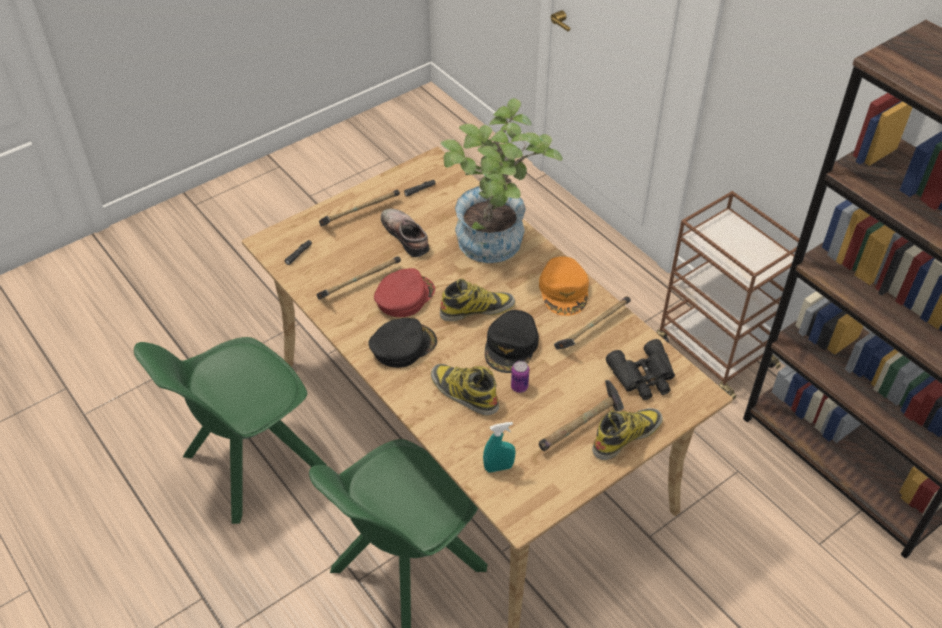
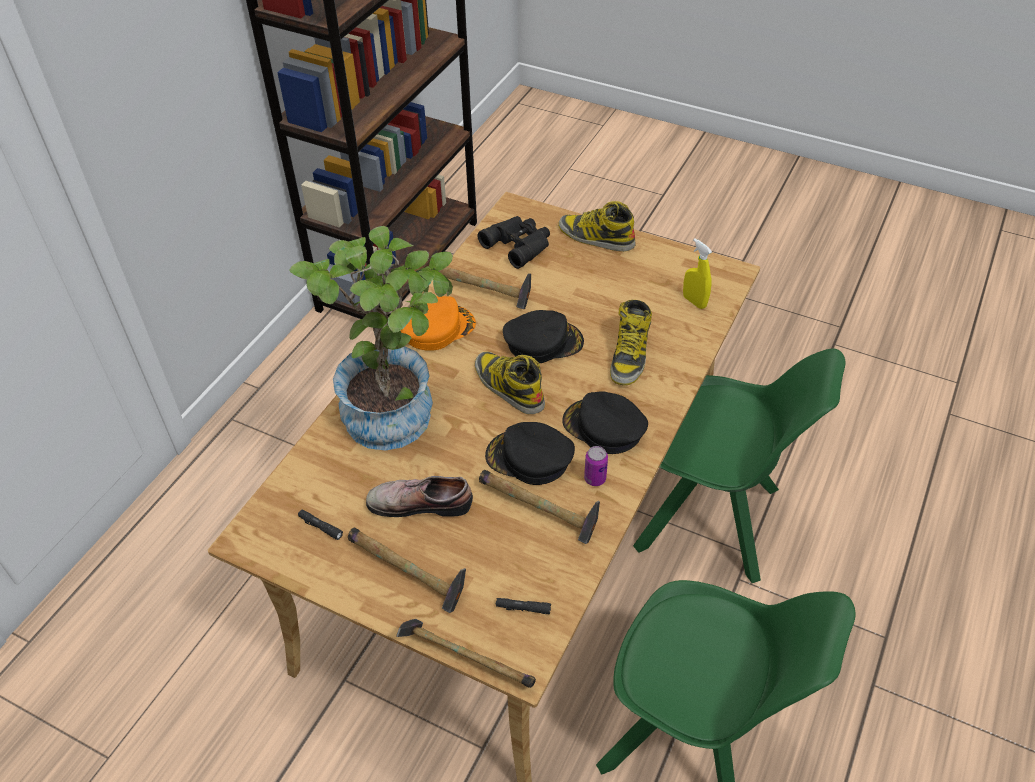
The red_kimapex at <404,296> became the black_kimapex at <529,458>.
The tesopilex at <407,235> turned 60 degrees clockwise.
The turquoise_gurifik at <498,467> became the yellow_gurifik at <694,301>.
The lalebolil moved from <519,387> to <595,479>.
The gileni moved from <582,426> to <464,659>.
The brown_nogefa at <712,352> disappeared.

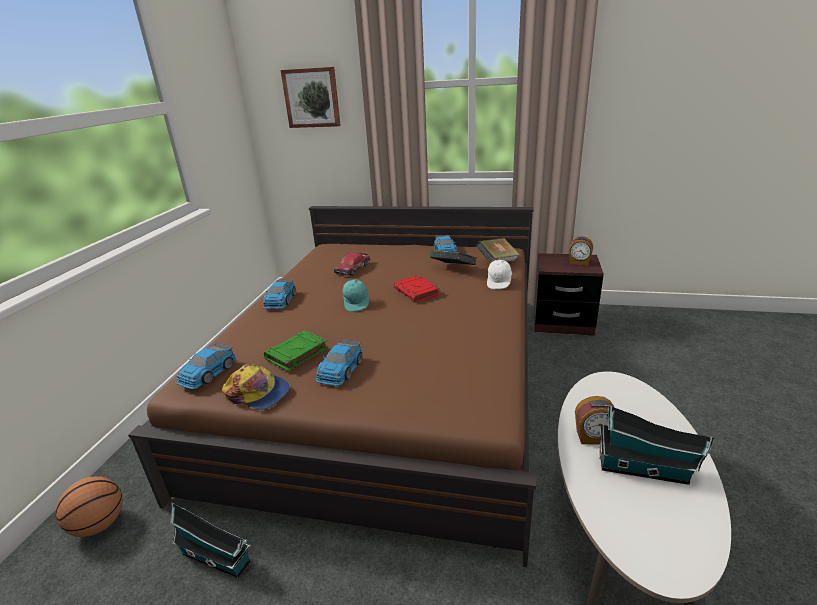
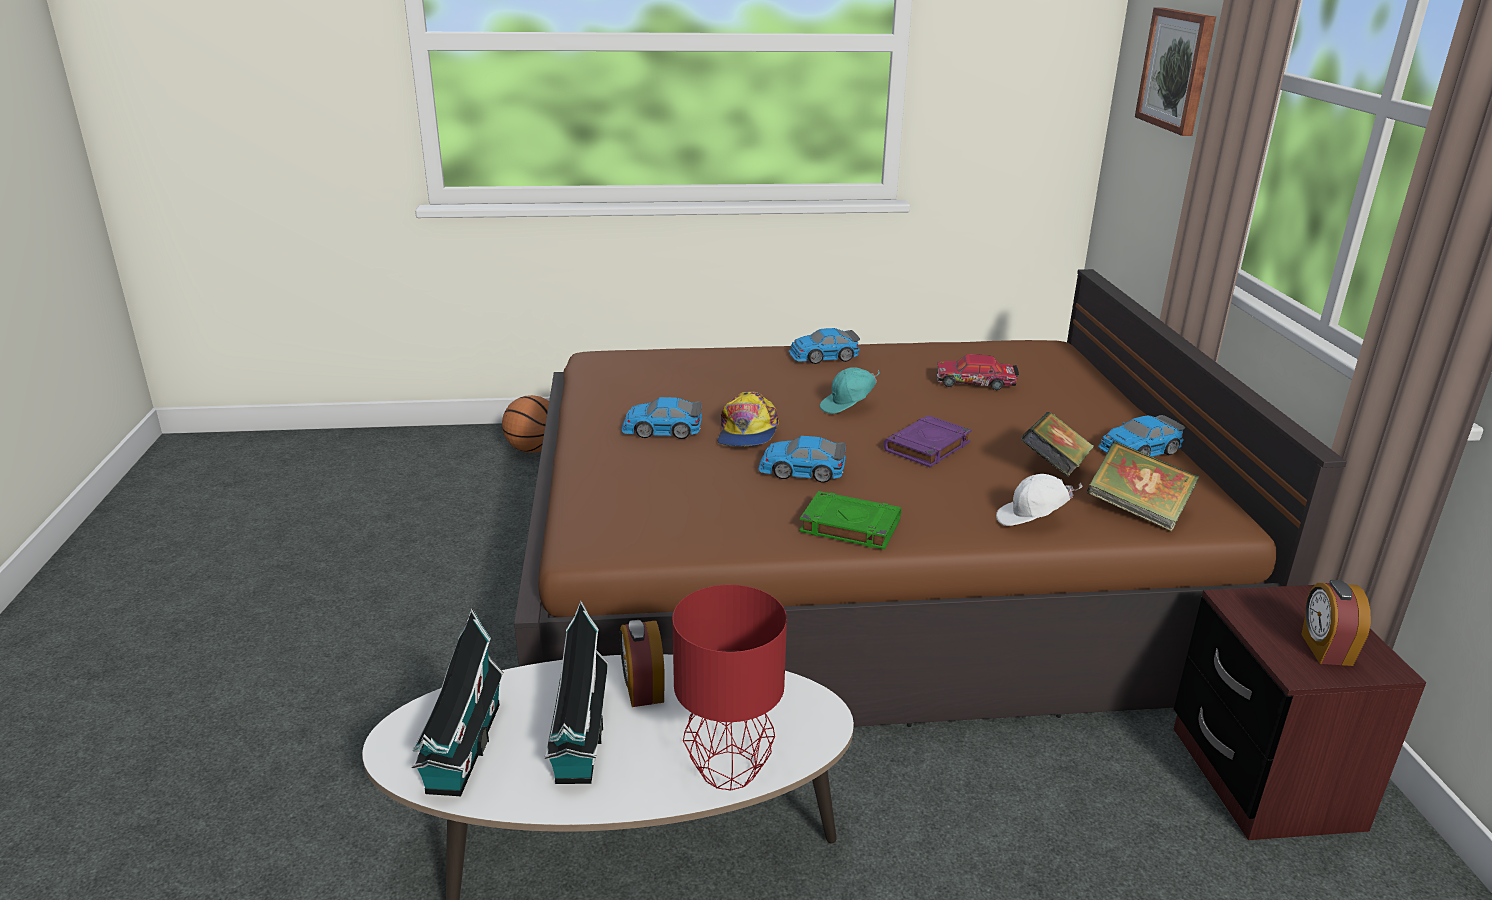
The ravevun moved from <218,559> to <462,751>.
The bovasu moved from <207,373> to <801,470>.
The kimapex moved from <258,393> to <747,432>.
The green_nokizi moved from <296,354> to <848,526>.
The red_nokizi at <417,292> became the purple_nokizi at <927,447>.
The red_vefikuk at <728,769> appeared.

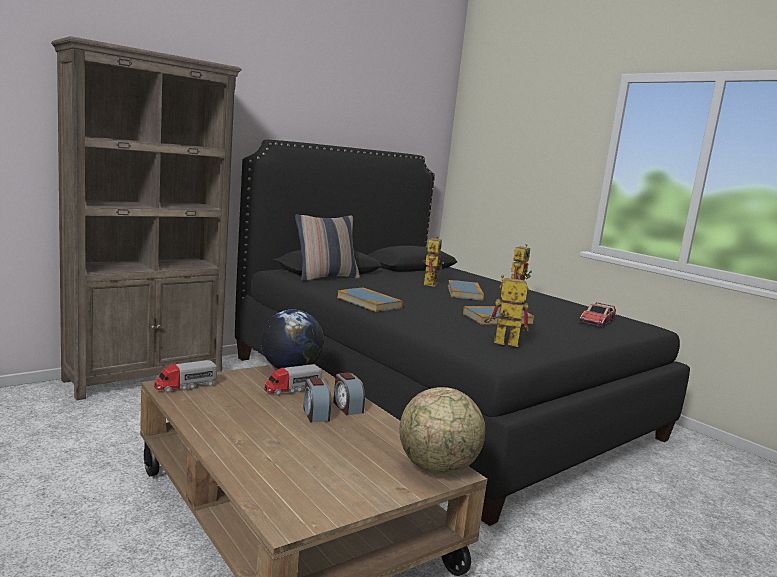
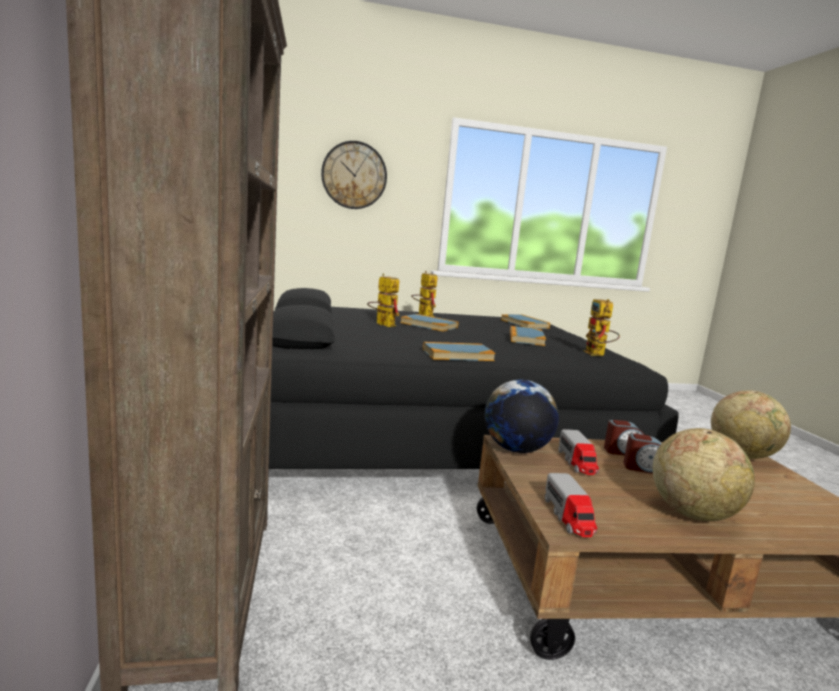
The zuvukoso at <326,277> disappeared.
The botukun at <499,343> turned 45 degrees counterclockwise.
The bovasu at <596,321> was replaced by the nokizi at <524,324>.
The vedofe at <354,175> appeared.
The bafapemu at <692,513> appeared.

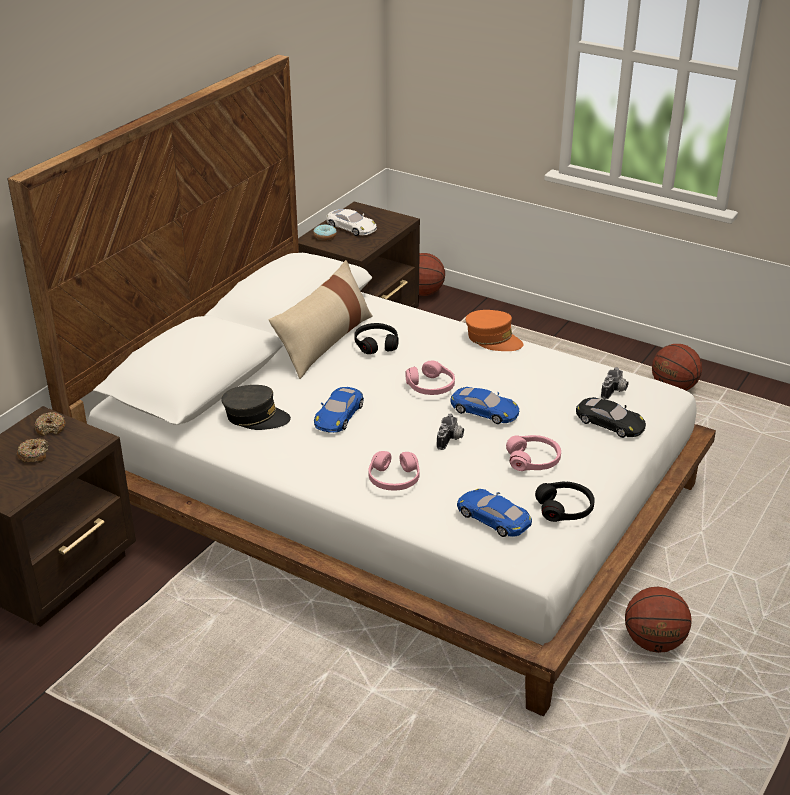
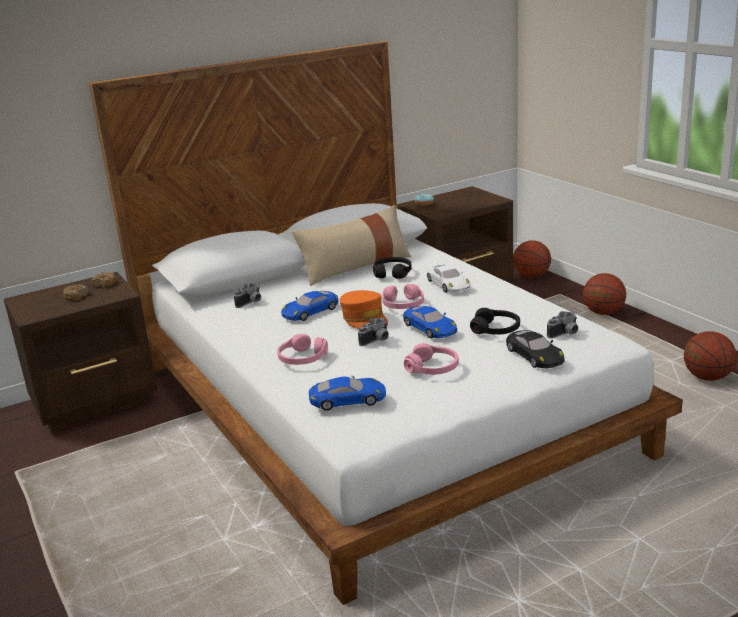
The grey_kimapex at <255,417> was replaced by the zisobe at <251,303>.
The white_bovasu moved from <351,227> to <448,284>.
The blue_bovasu at <493,518> turned 105 degrees clockwise.
The orange_kimapex moved from <493,339> to <365,319>.
The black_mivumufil moved from <565,508> to <495,329>.
The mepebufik moved from <653,642> to <603,313>.

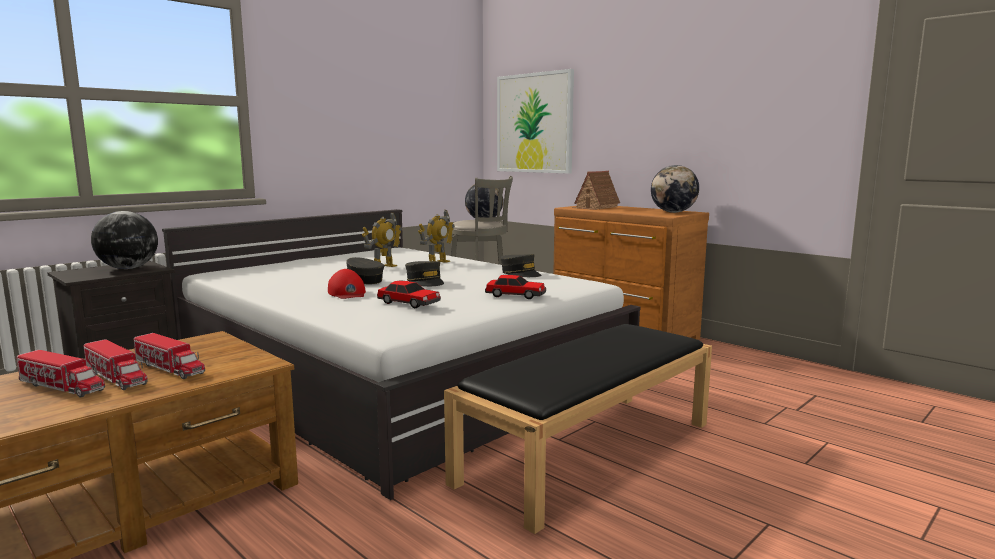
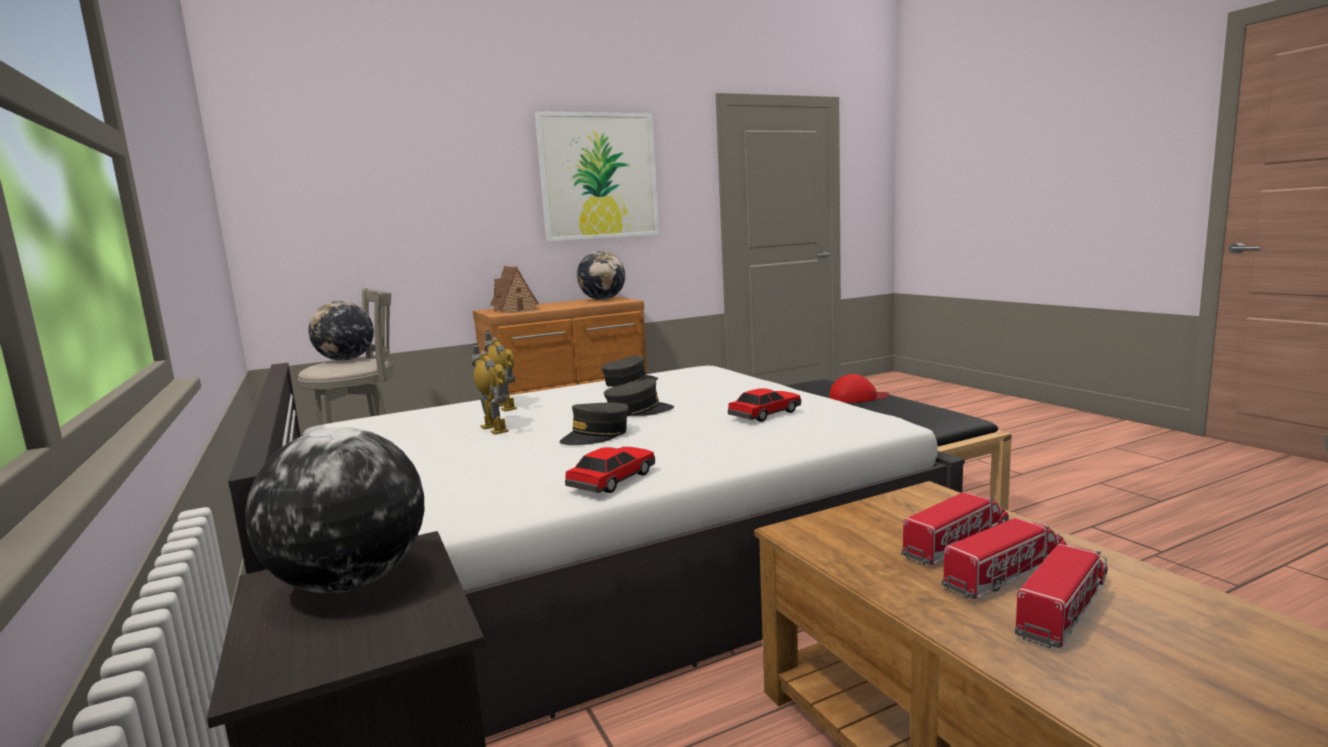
The red_kimapex moved from <347,293> to <857,397>.
The bovasu moved from <516,295> to <613,480>.
The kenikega moved from <534,123> to <599,176>.

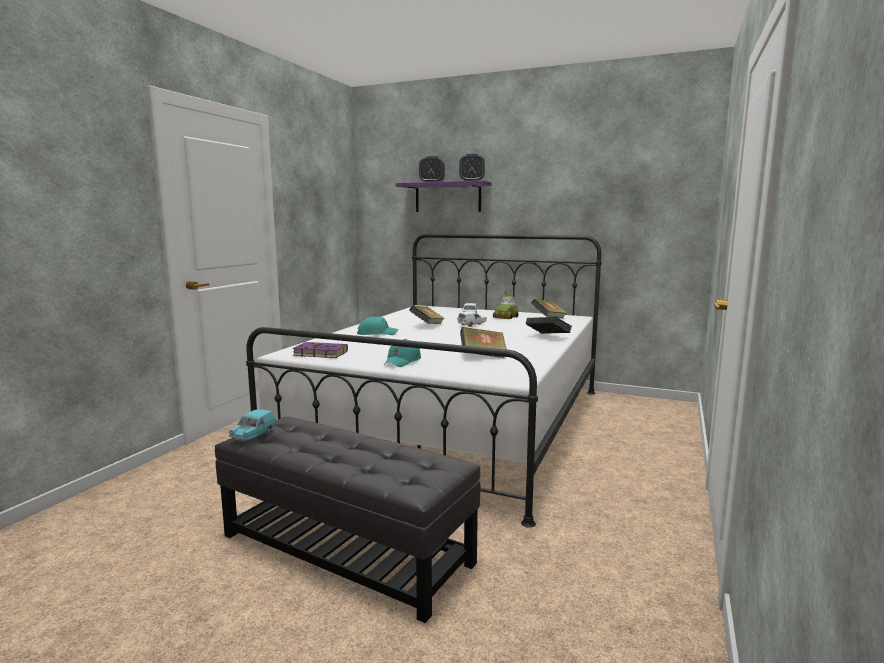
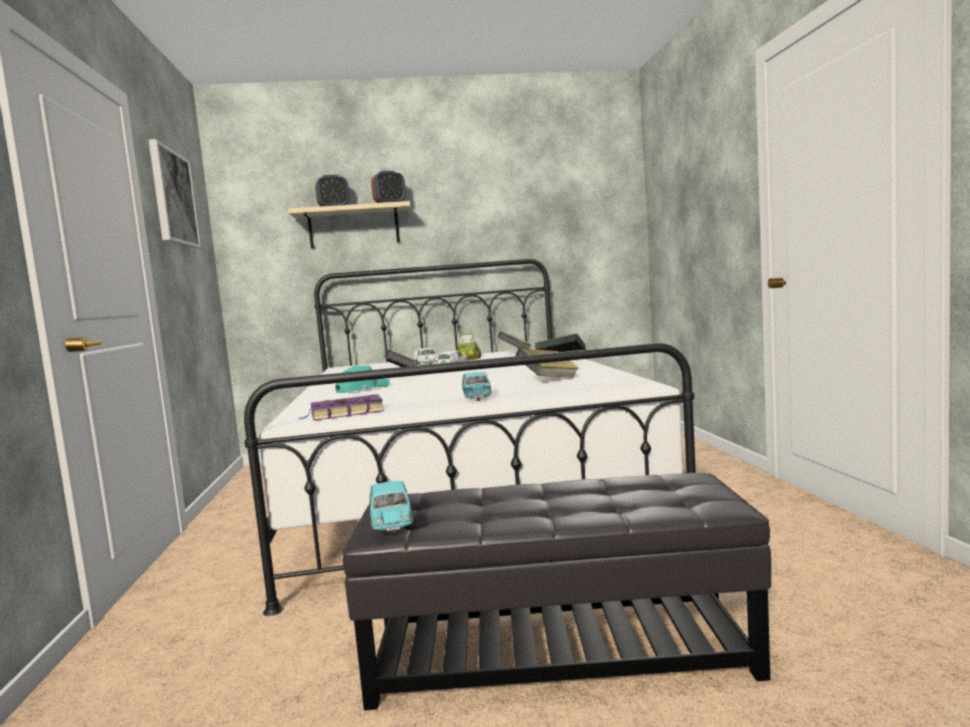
The turquoise_kimapex at <403,361> was replaced by the turquoise_bovasu at <477,398>.
The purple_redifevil at <448,197> became the beige_redifevil at <354,227>.
The kenikega at <173,198> appeared.

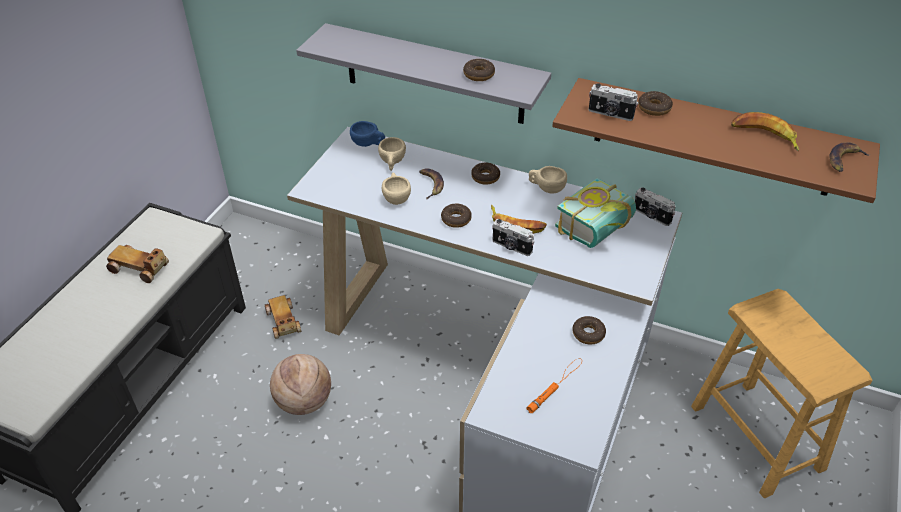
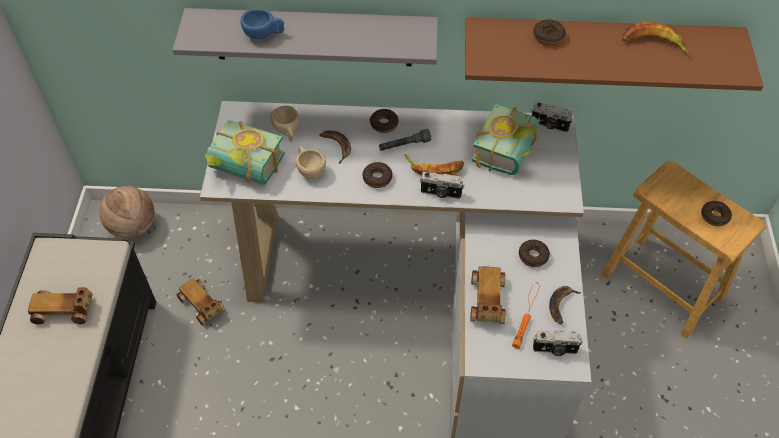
The mepebufik moved from <304,402> to <133,227>.
The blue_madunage moved from <368,144> to <264,34>.
The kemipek moved from <479,74> to <714,216>.
The beige_madunage at <546,188> disappeared.
The zisobe moved from <610,114> to <555,350>.
The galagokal moved from <844,160> to <562,305>.
The nokizi at <244,170> appeared.
The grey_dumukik at <404,145> appeared.
The bovasu at <487,301> appeared.

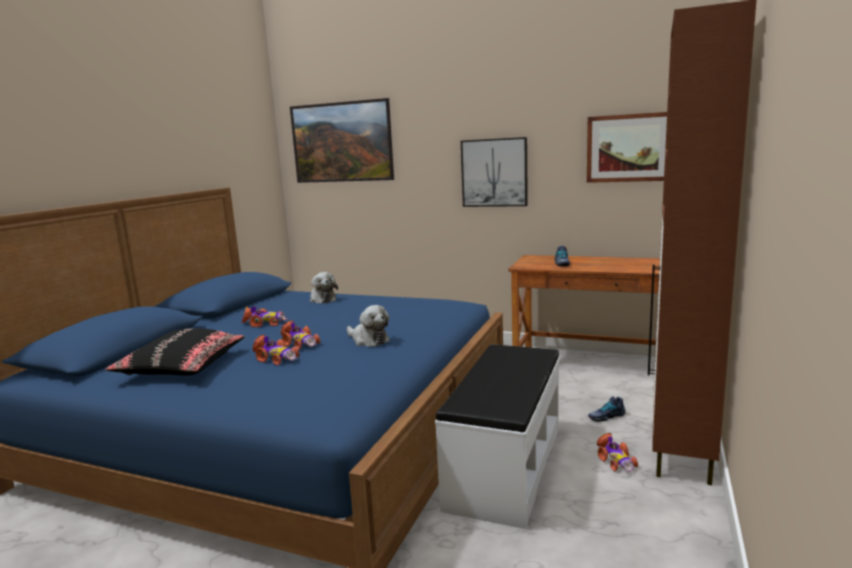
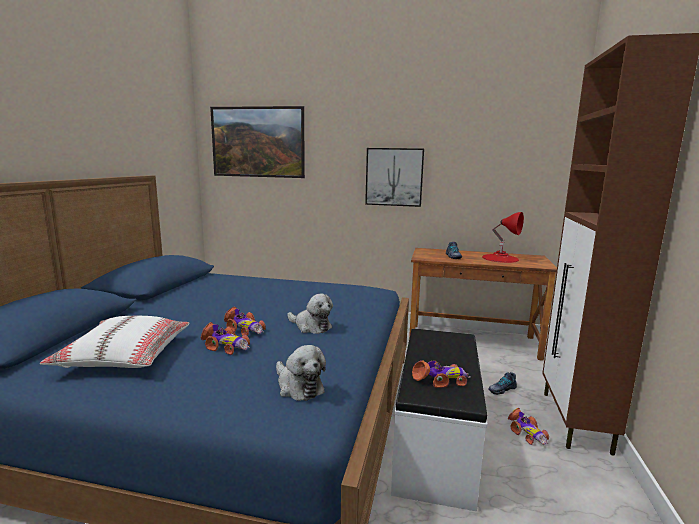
The black_zuvukoso at <182,366> became the white_zuvukoso at <125,355>.
The bovasu moved from <264,323> to <441,380>.
The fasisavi moved from <322,299> to <298,387>.
The kenikega at <628,148> disappeared.
The red_vefikuk at <500,258> appeared.

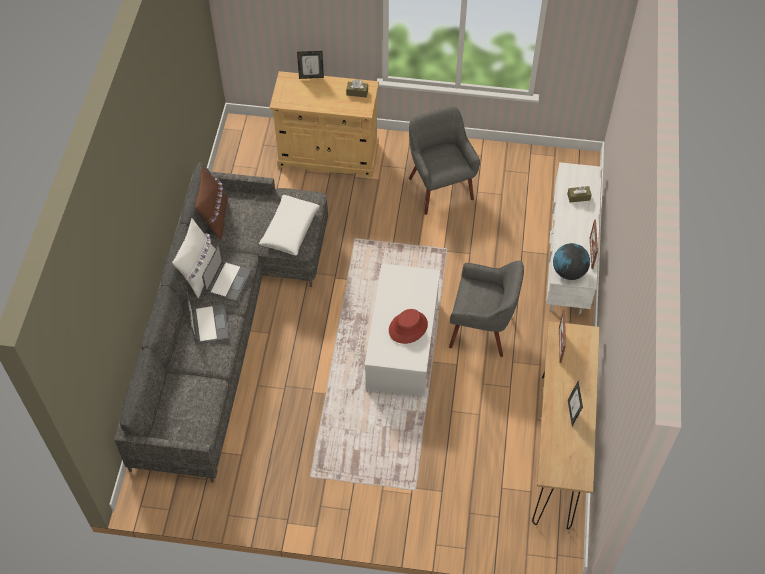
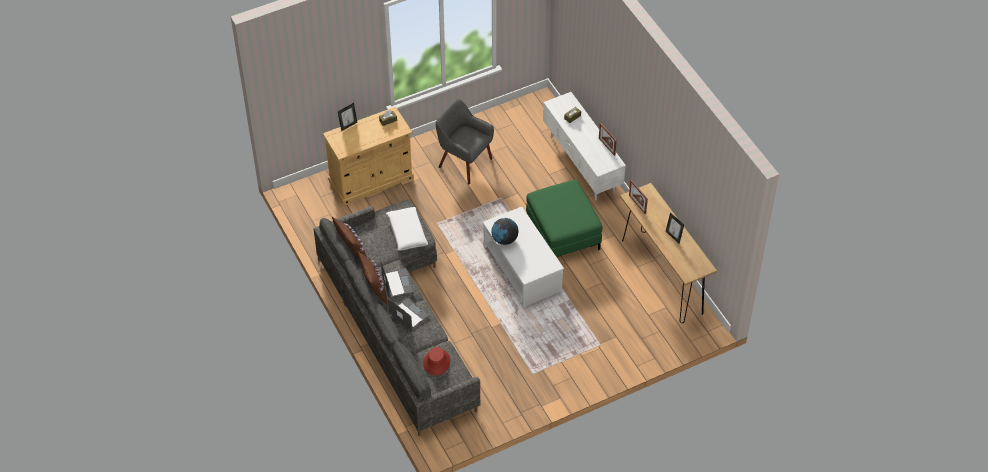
The white_zuvukoso at <199,273> became the brown_zuvukoso at <373,289>.
The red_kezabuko moved from <408,327> to <436,362>.
The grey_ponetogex at <482,329> was replaced by the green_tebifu at <563,234>.
The bafapemu moved from <568,272> to <504,239>.

